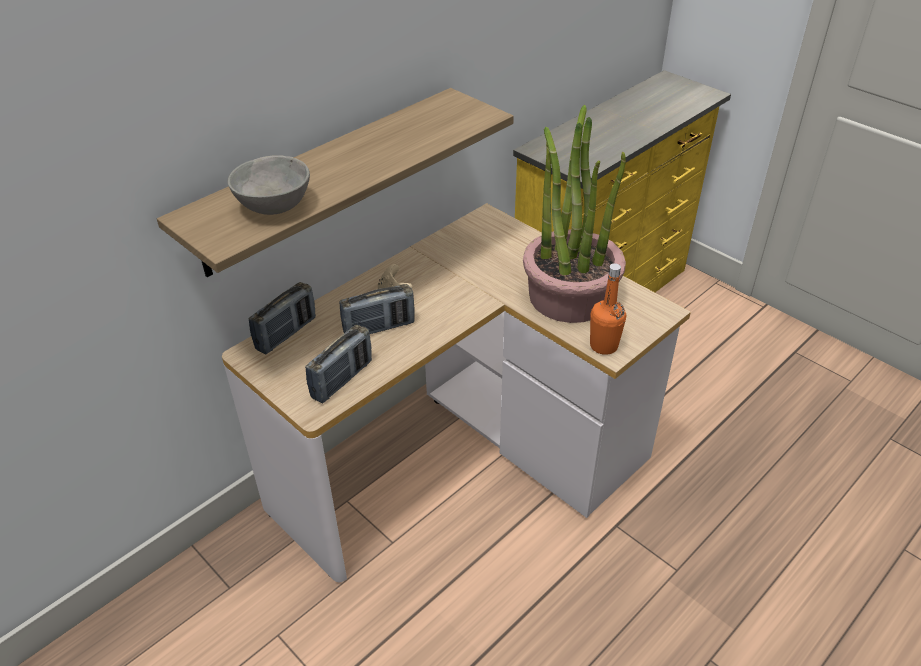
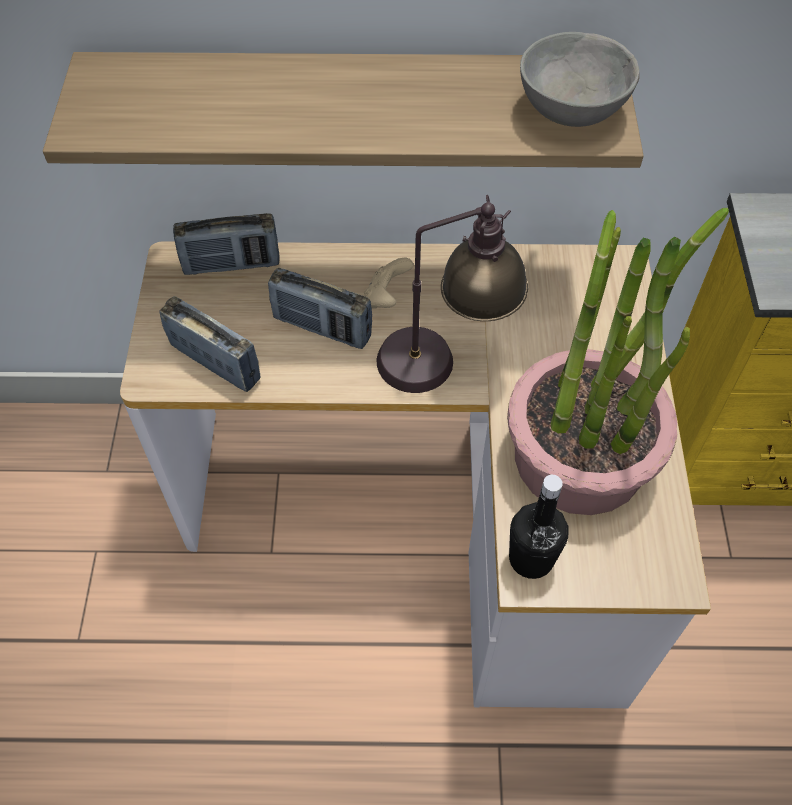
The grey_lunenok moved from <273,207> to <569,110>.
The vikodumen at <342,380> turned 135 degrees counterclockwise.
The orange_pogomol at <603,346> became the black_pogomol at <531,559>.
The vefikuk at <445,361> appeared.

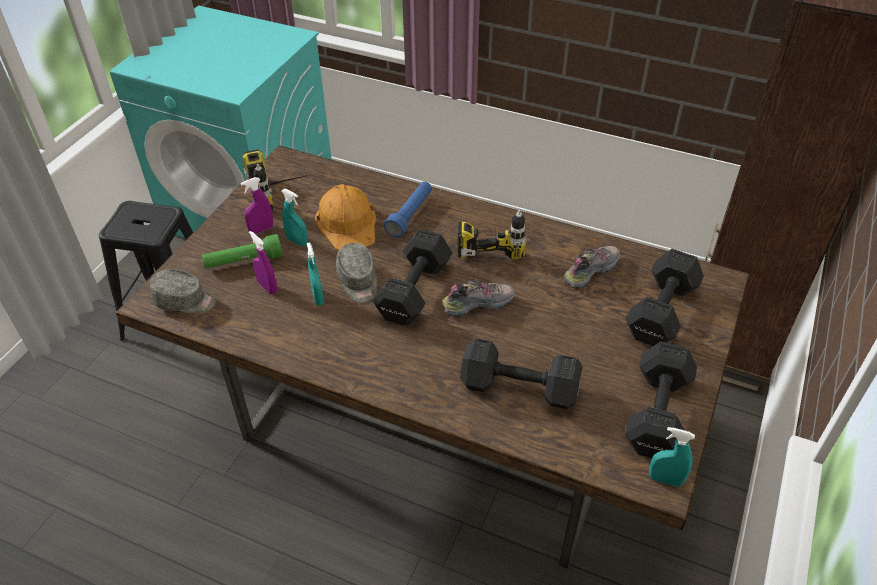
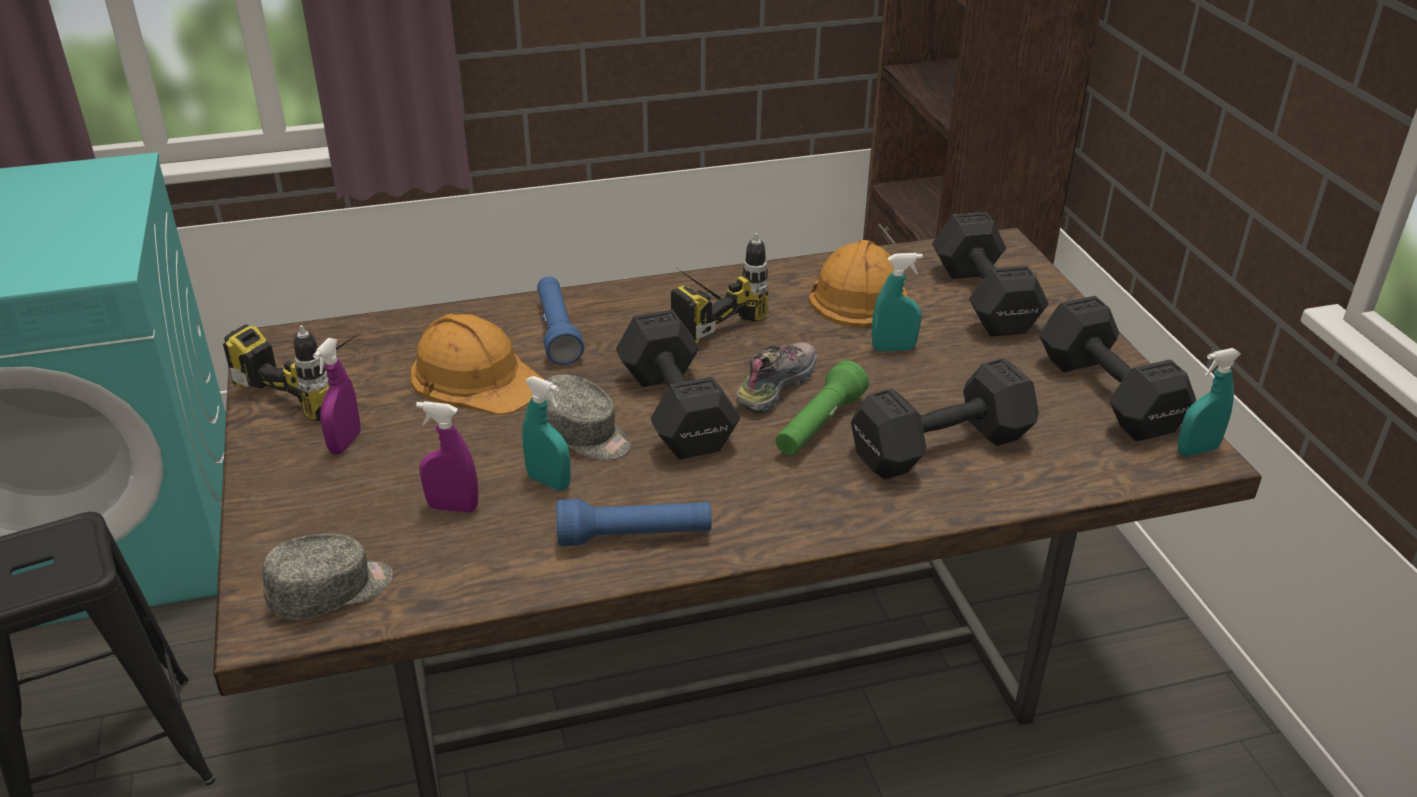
The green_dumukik moved from <244,261> to <818,426>.
The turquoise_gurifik moved from <297,241> to <893,348>.
The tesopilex at <590,270> was replaced by the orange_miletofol at <859,294>.
The blue_dumukik at <635,536> appeared.

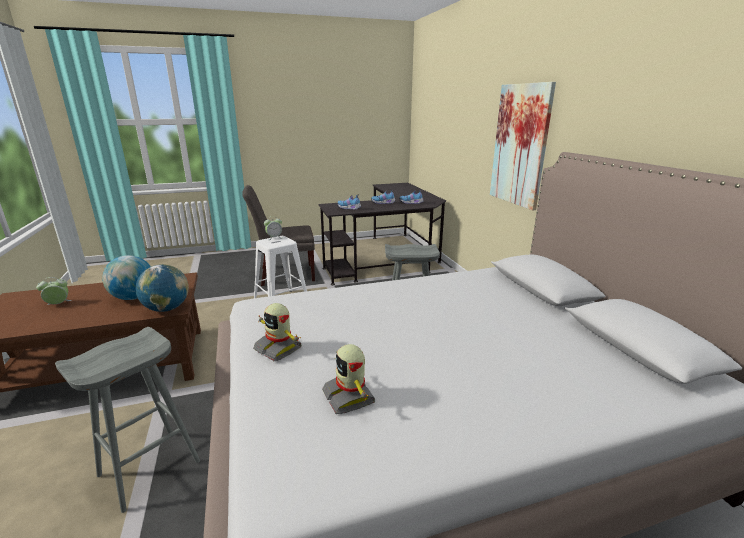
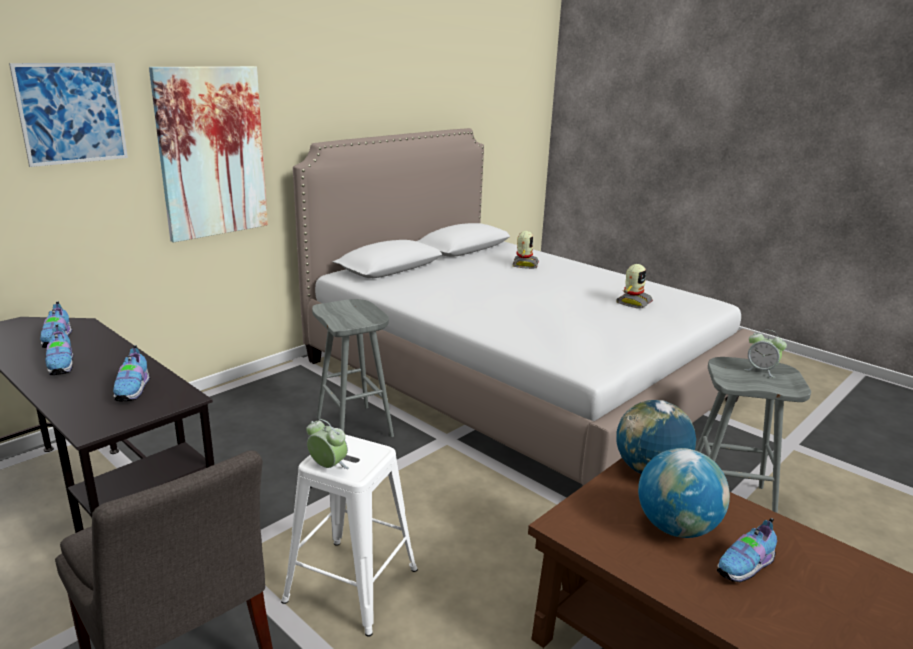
The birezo moved from <58,304> to <761,370>.
The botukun moved from <278,348> to <524,264>.
The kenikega at <72,113> appeared.
The tesopilex at <746,567> appeared.

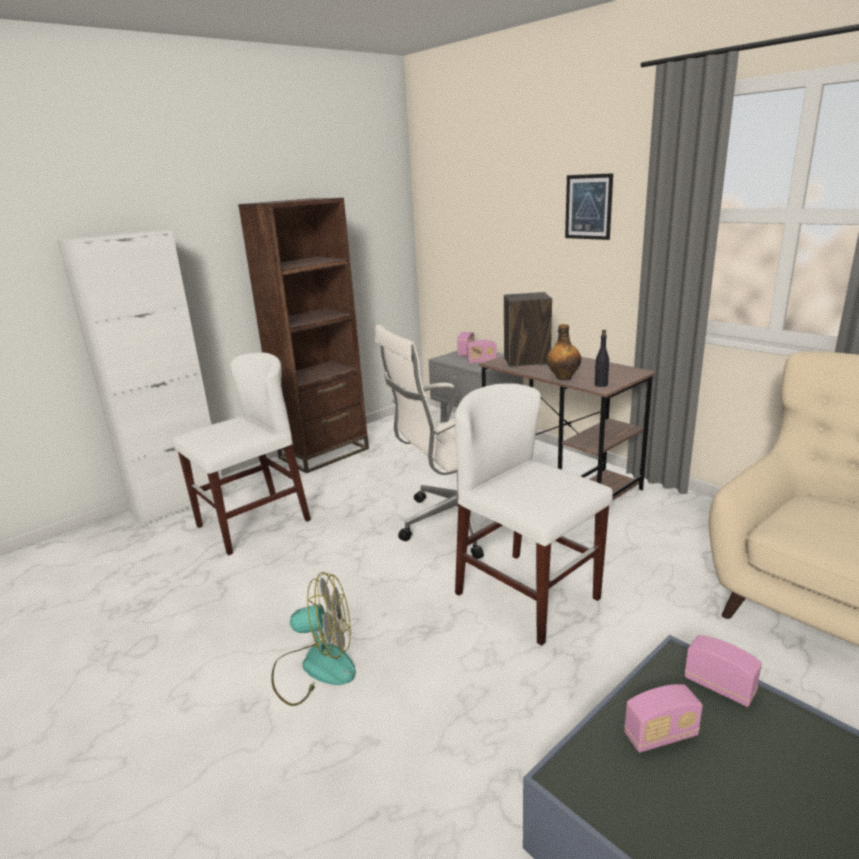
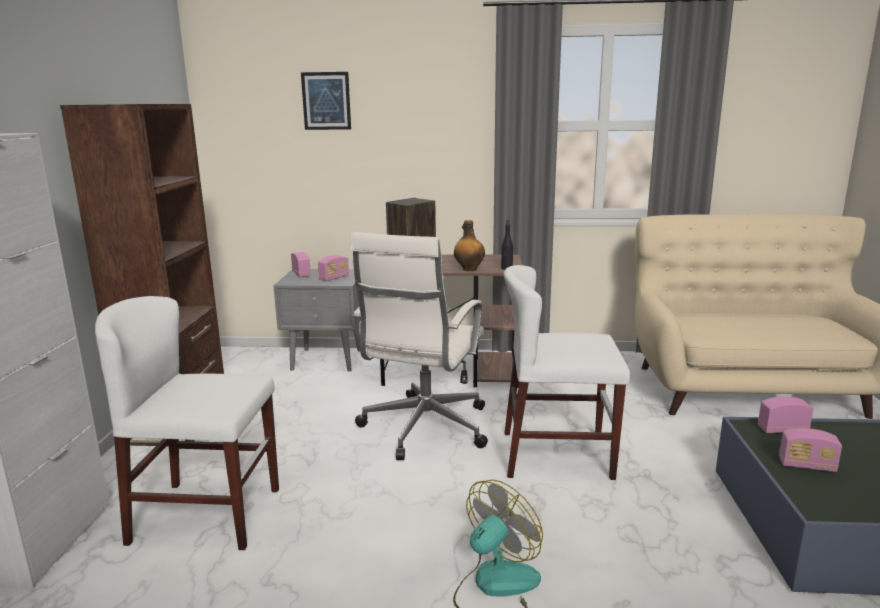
The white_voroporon at <253,523> turned 90 degrees counterclockwise.
The kenikega moved from <588,207> to <326,101>.
The vikodumen at <660,736> turned 75 degrees clockwise.

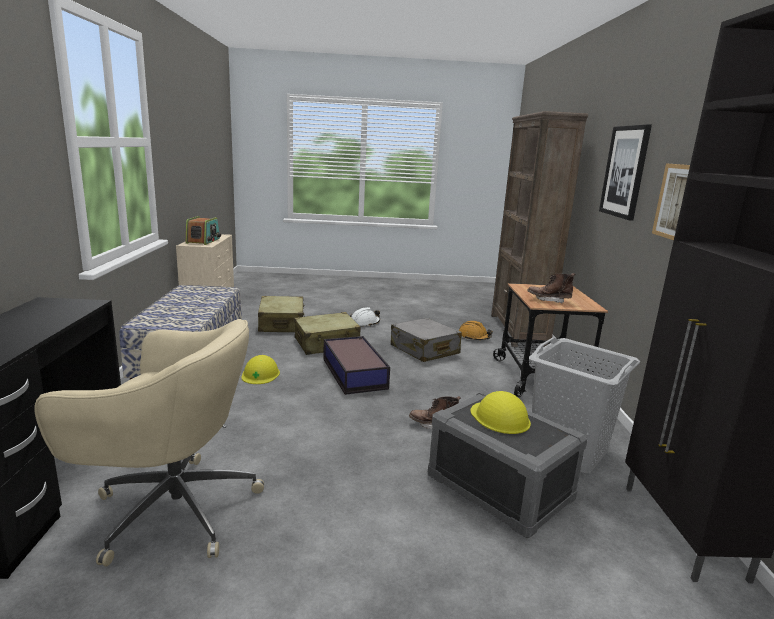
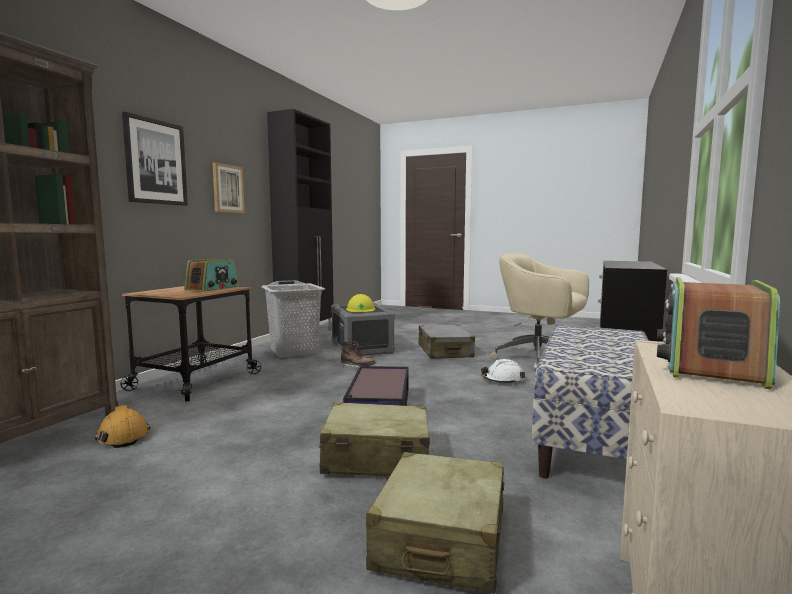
The yellow_miletofol at <260,374> disappeared.
The white_miletofol moved from <364,323> to <503,380>.
The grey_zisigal moved from <424,350> to <445,351>.
The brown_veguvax at <548,300> was replaced by the vikodumen at <212,288>.

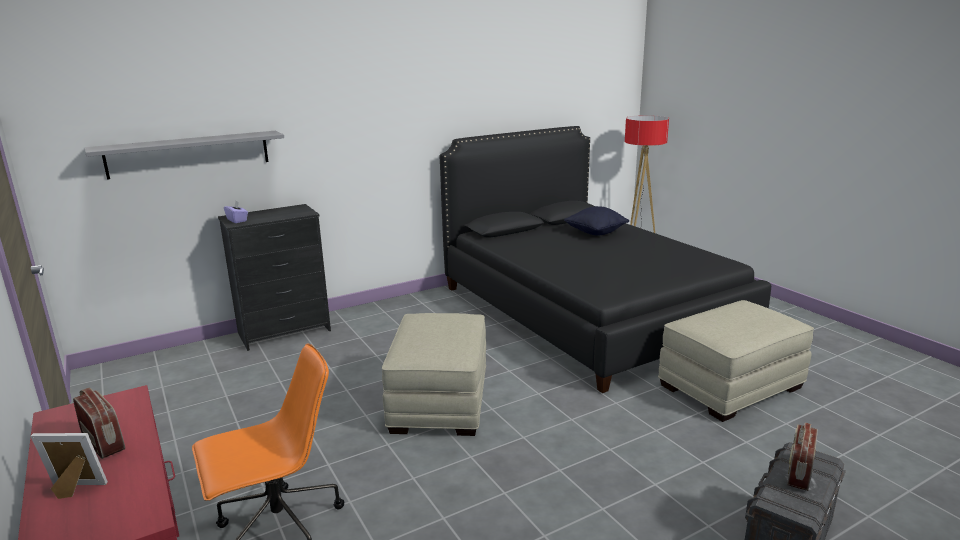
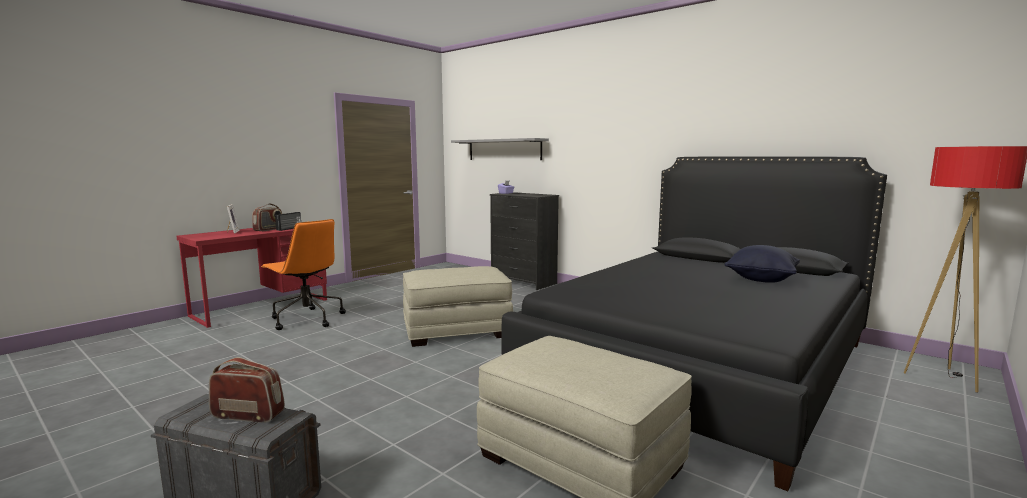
The vikodumen at <289,228> appeared.

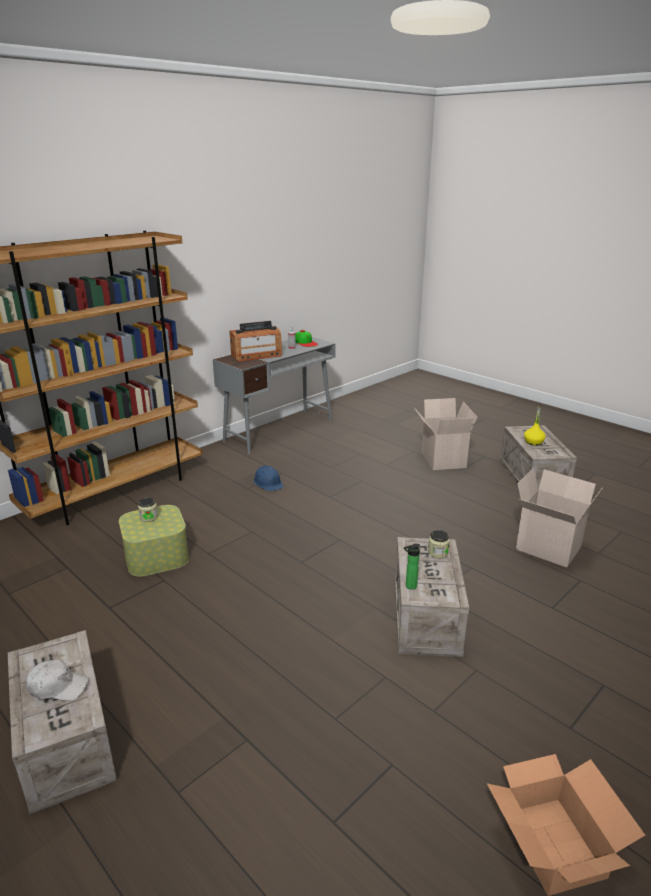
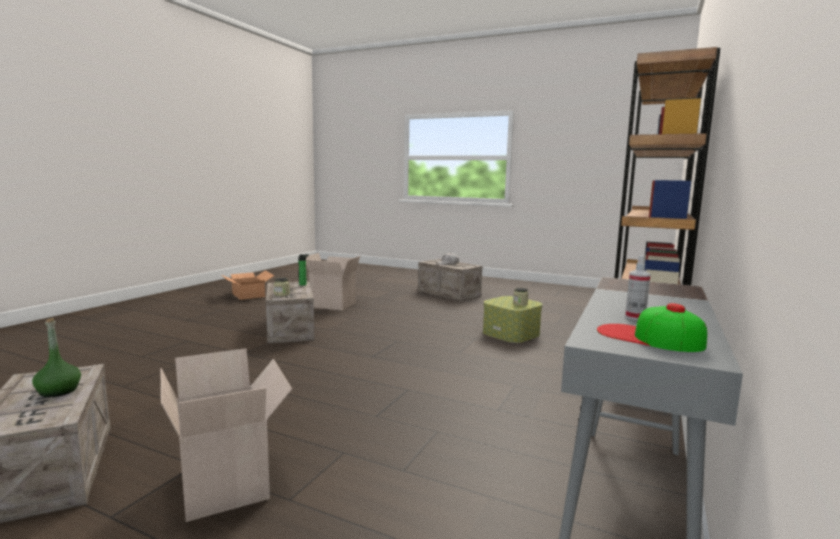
The vikodumen at <256,355> disappeared.
The blue_miletofol at <268,483> disappeared.
The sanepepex moved from <546,548> to <334,304>.
The yellow_pogomol at <533,442> became the green_pogomol at <58,391>.

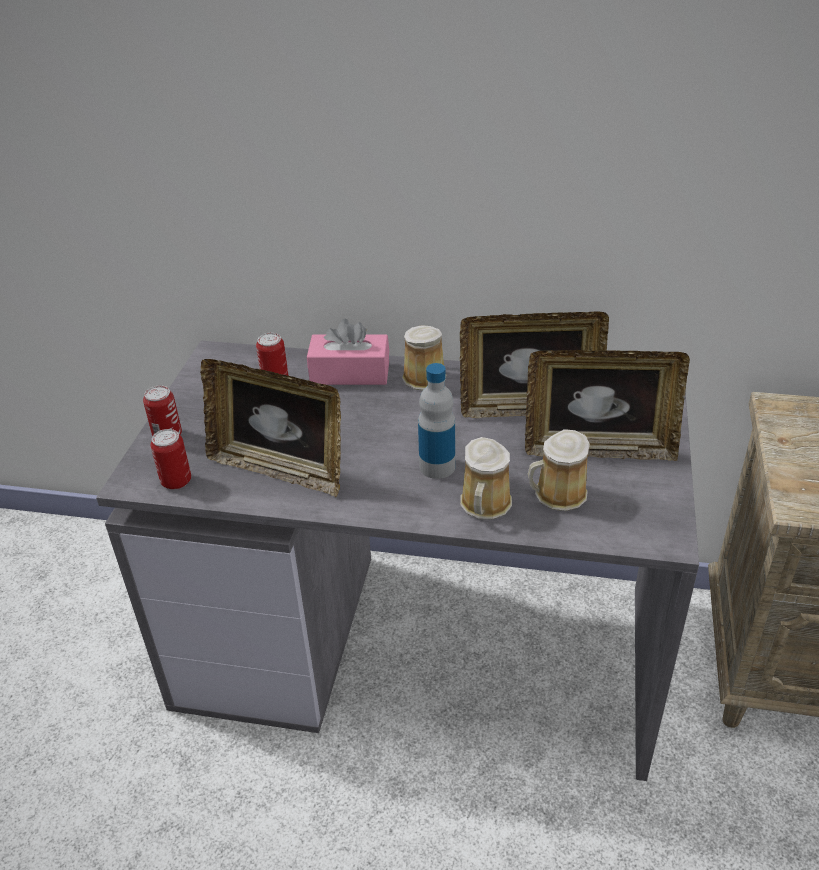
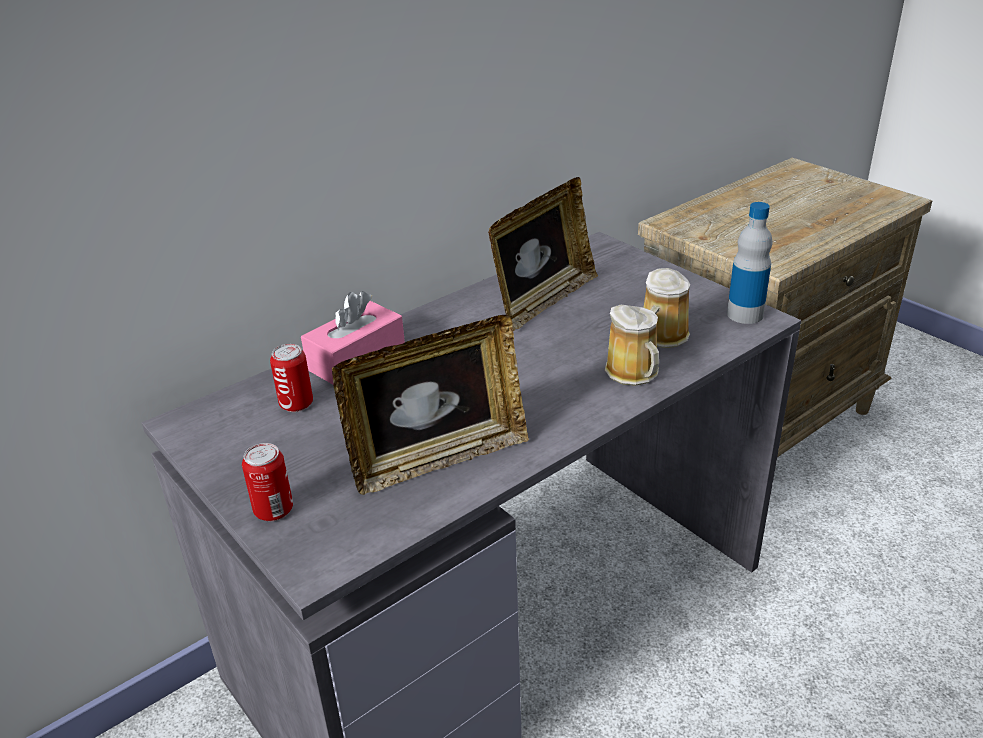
The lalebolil at <176,481> disappeared.
The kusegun at <425,377> disappeared.
The pogomol moved from <437,466> to <745,314>.
The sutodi at <598,449> disappeared.

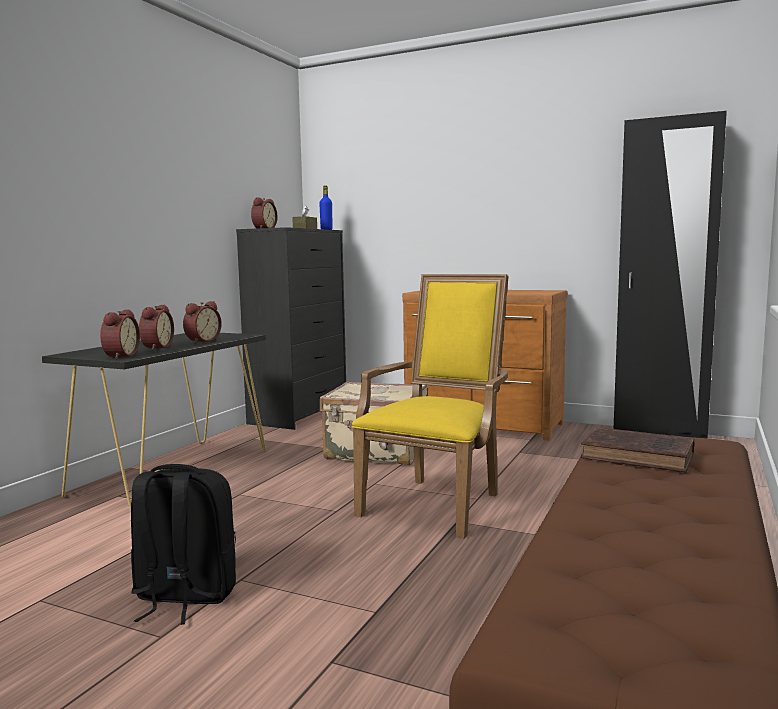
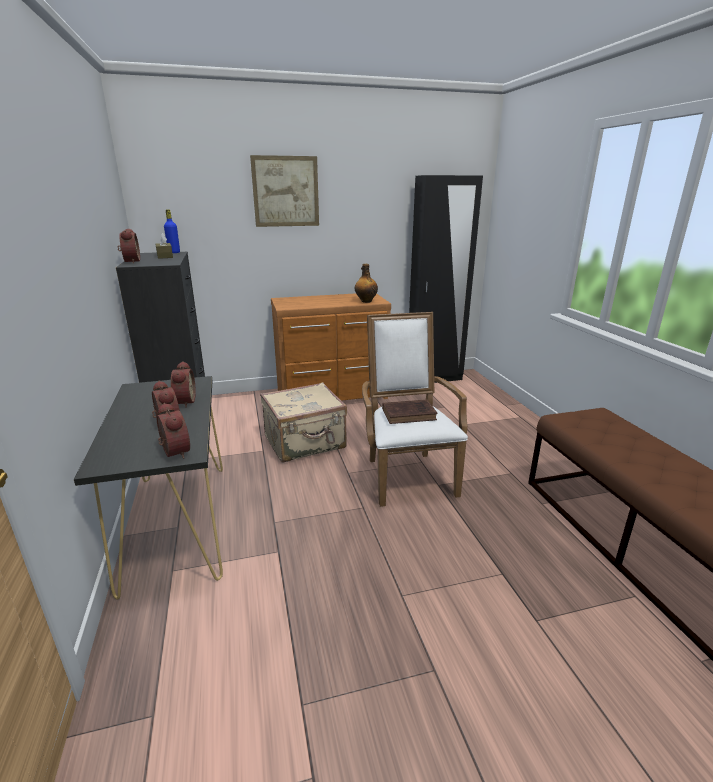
The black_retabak at <184,597> disappeared.
The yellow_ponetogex at <438,502> became the white_ponetogex at <406,474>.
The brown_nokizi moved from <641,456> to <410,414>.
The kenikega at <285,191> appeared.
The pogomol at <366,301> appeared.

